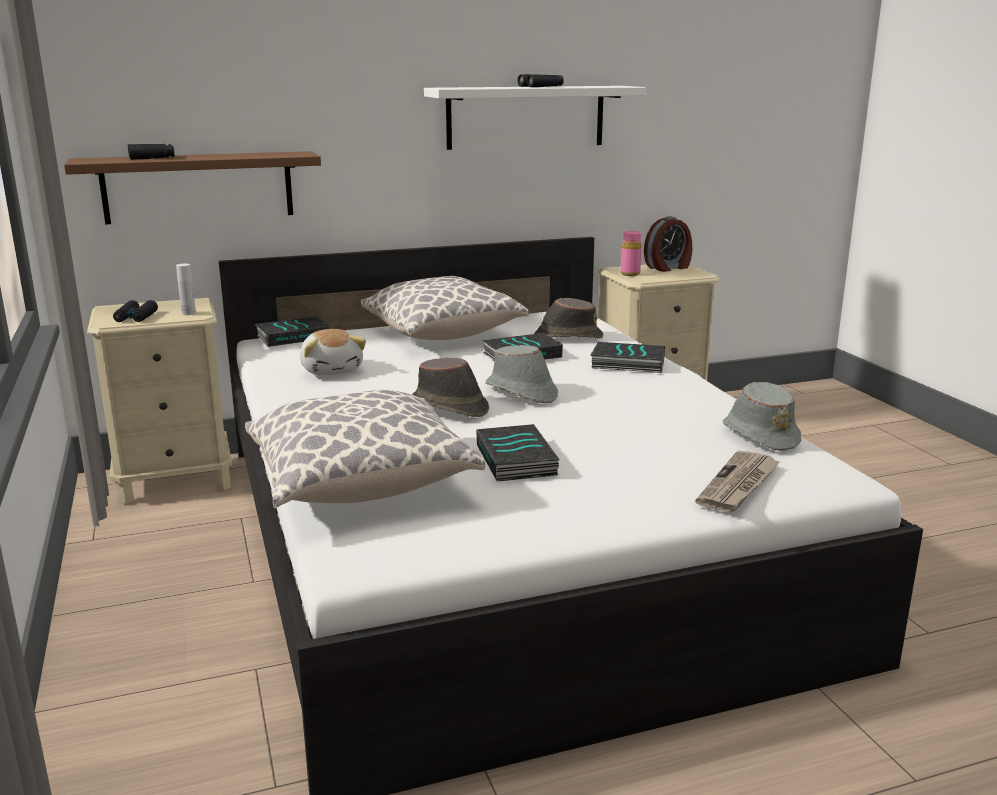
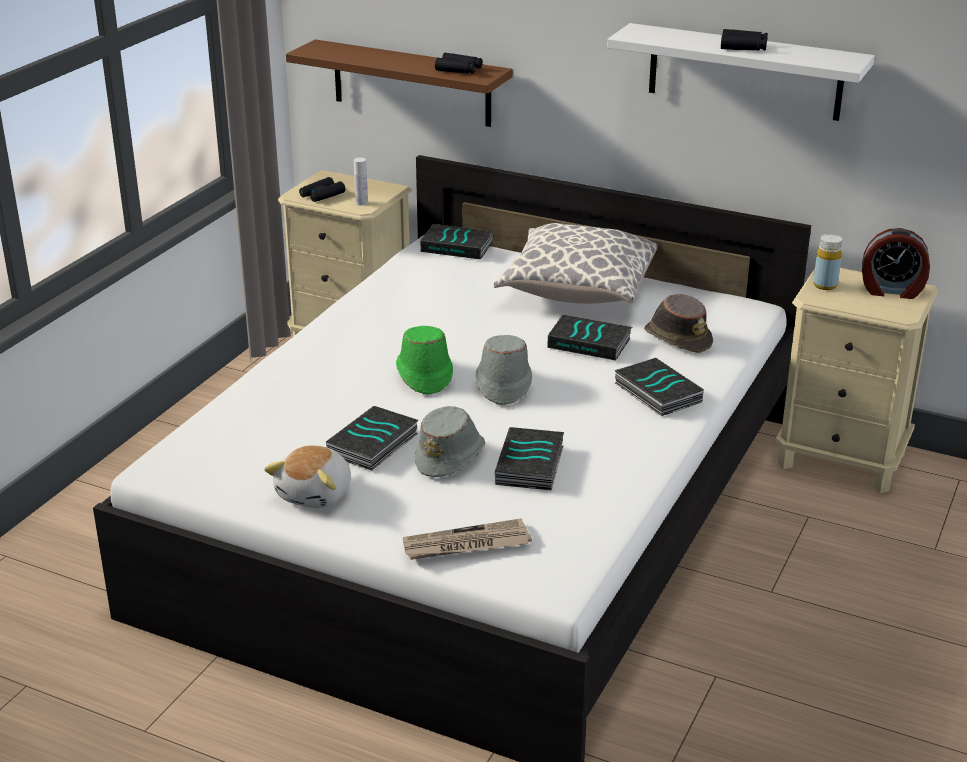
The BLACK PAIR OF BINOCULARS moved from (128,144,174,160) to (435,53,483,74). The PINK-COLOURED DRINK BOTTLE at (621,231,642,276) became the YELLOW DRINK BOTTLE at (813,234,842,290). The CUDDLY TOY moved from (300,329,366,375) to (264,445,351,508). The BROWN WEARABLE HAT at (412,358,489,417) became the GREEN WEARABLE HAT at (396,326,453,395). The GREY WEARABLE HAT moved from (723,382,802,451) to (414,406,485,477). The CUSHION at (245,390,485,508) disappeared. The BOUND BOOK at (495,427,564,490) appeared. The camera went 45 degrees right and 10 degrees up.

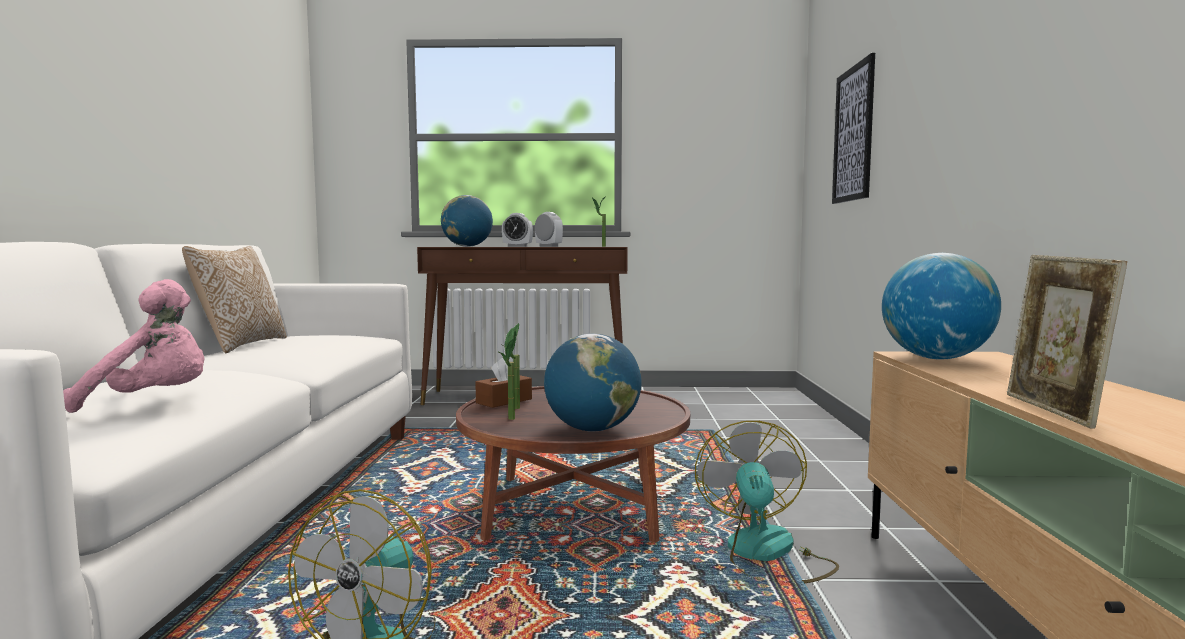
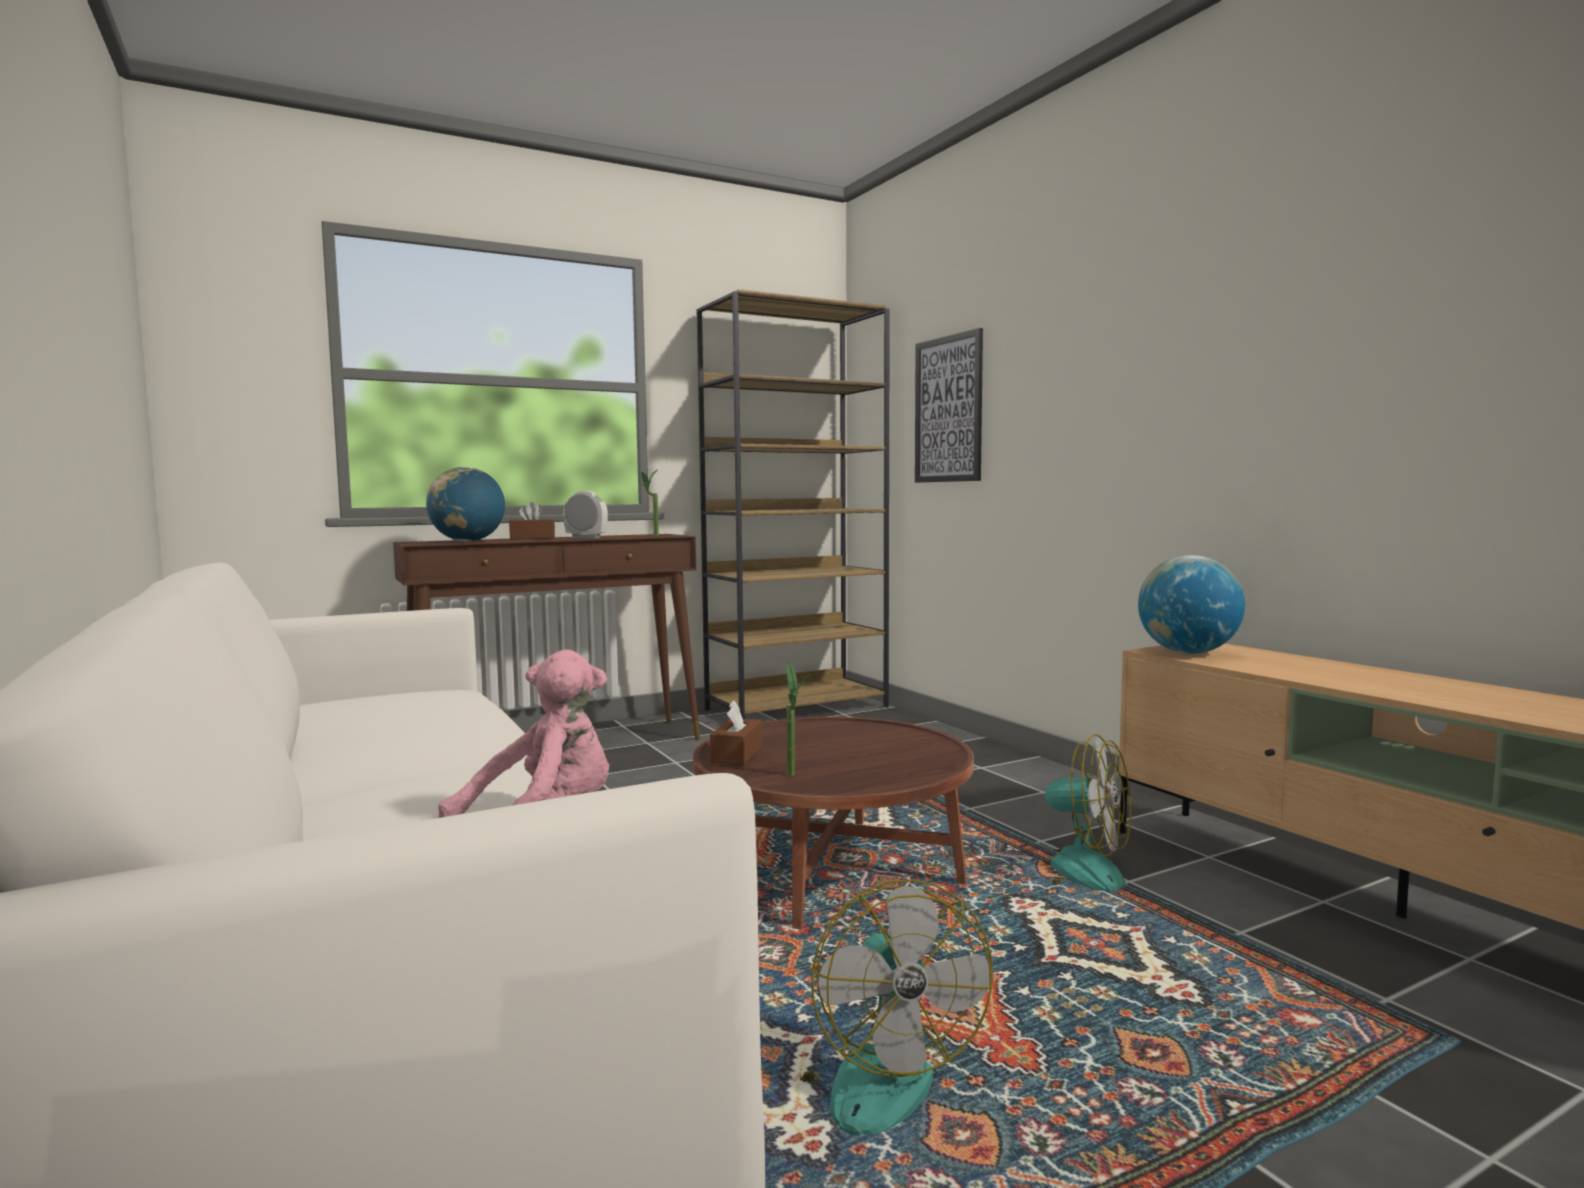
The TABLE CLOCK at (502,213,533,247) was replaced by the BROWN TISSUE BOX at (509,502,555,539). The CUSHION at (182,246,287,353) disappeared. The STANDING FRAME at (1007,255,1127,428) disappeared. The POTTED PLANT at (503,323,520,409) disappeared. The DESK GLOBE at (544,334,642,431) disappeared. The COOLING FAN at (695,421,839,583) turned 150 degrees clockwise. The BROWN BOOKCASE at (697,289,890,719) appeared. The camera went 30 degrees left and 0 degrees up.

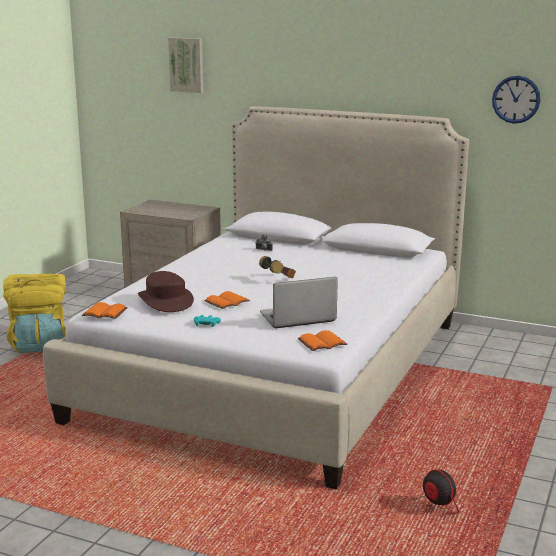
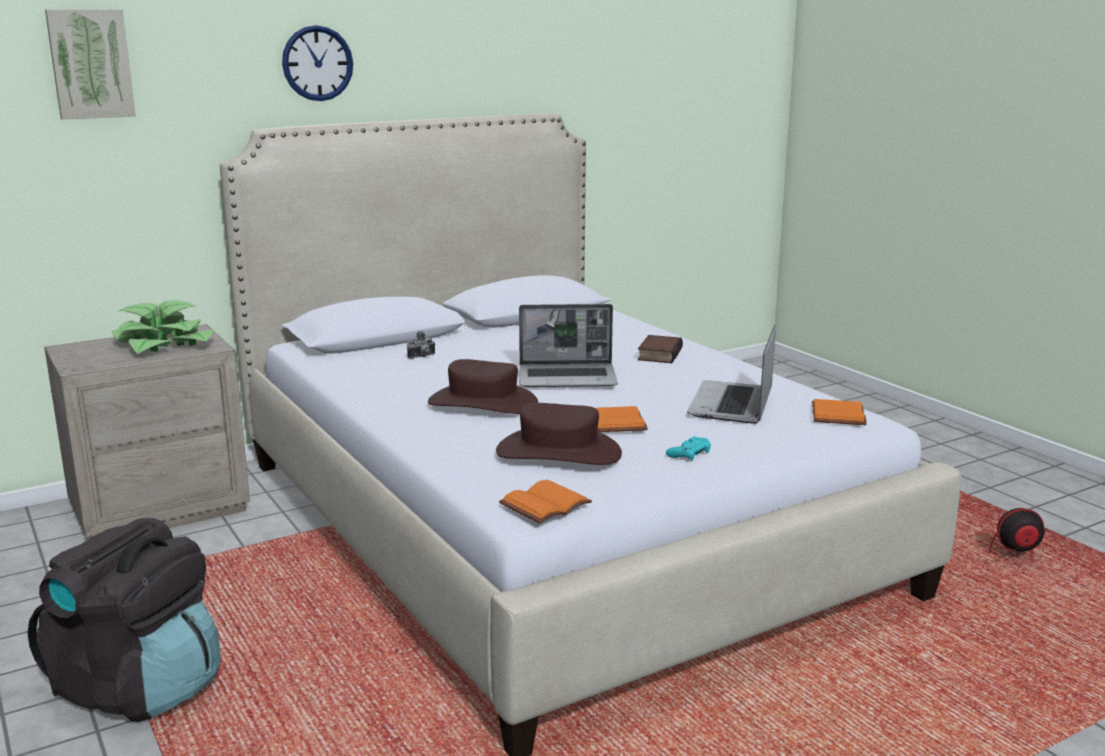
The WALL CLOCK moved from (492,76,540,124) to (282,25,353,101). The HEADPHONES at (259,256,296,278) was replaced by the NOTEBOOK COMPUTER at (519,304,618,387). The YELLOW RUCKSACK at (3,274,66,353) became the BLACK RUCKSACK at (27,518,221,722). The POTTED PLANT at (112,300,214,354) appeared. The BOUND BOOK at (638,335,683,363) appeared. The BROWN WEARABLE HAT at (428,359,538,414) appeared. The camera went 55 degrees left and 0 degrees up.

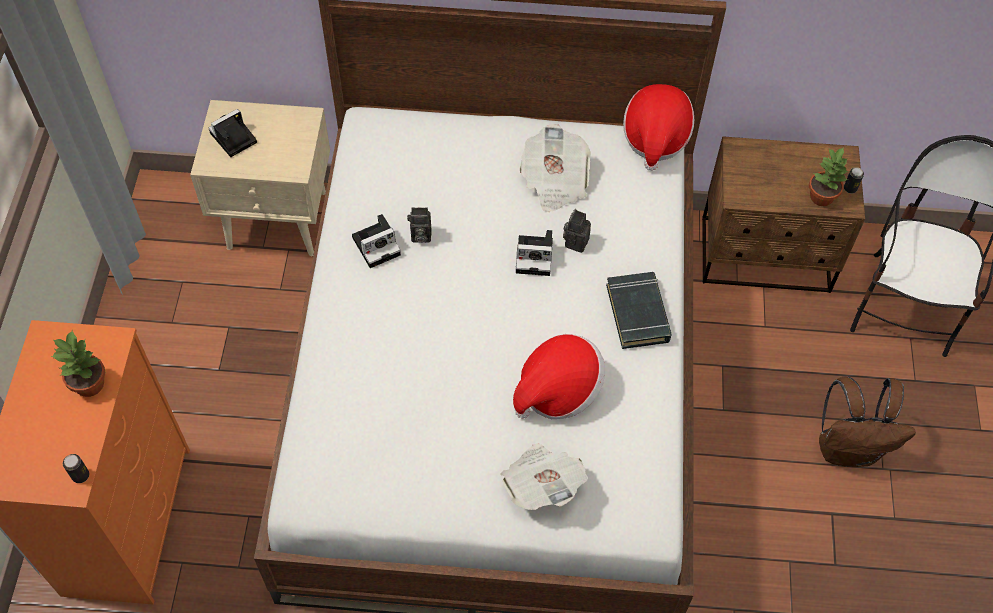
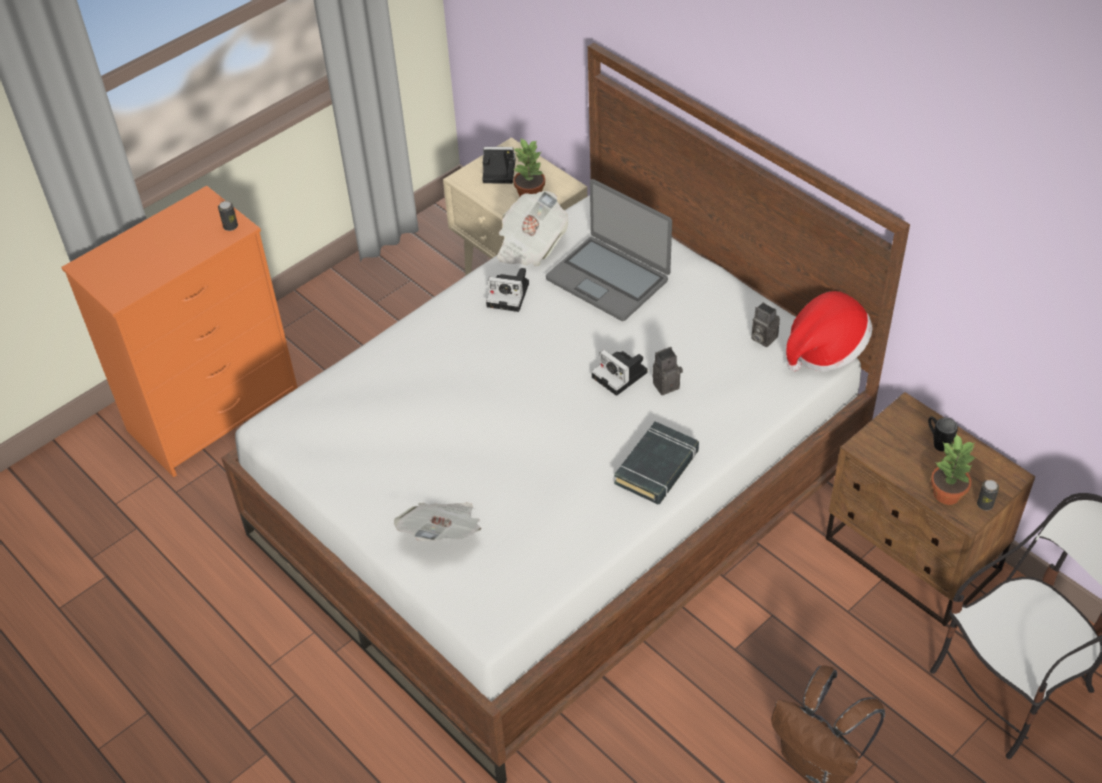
The PRINTED PAPER moved from (519,124,591,212) to (497,191,568,266). The STILL CAMERA moved from (407,207,431,243) to (751,302,780,347). The POTTED PLANT moved from (51,331,105,397) to (513,139,545,196). The WEARABLE HAT at (513,334,605,419) disappeared. The METAL CAN moved from (63,454,89,483) to (218,201,238,231). The NOTEBOOK COMPUTER at (546,179,672,321) appeared. The BLACK TEA MUG at (928,416,958,451) appeared. The camera went 45 degrees right and 10 degrees down.

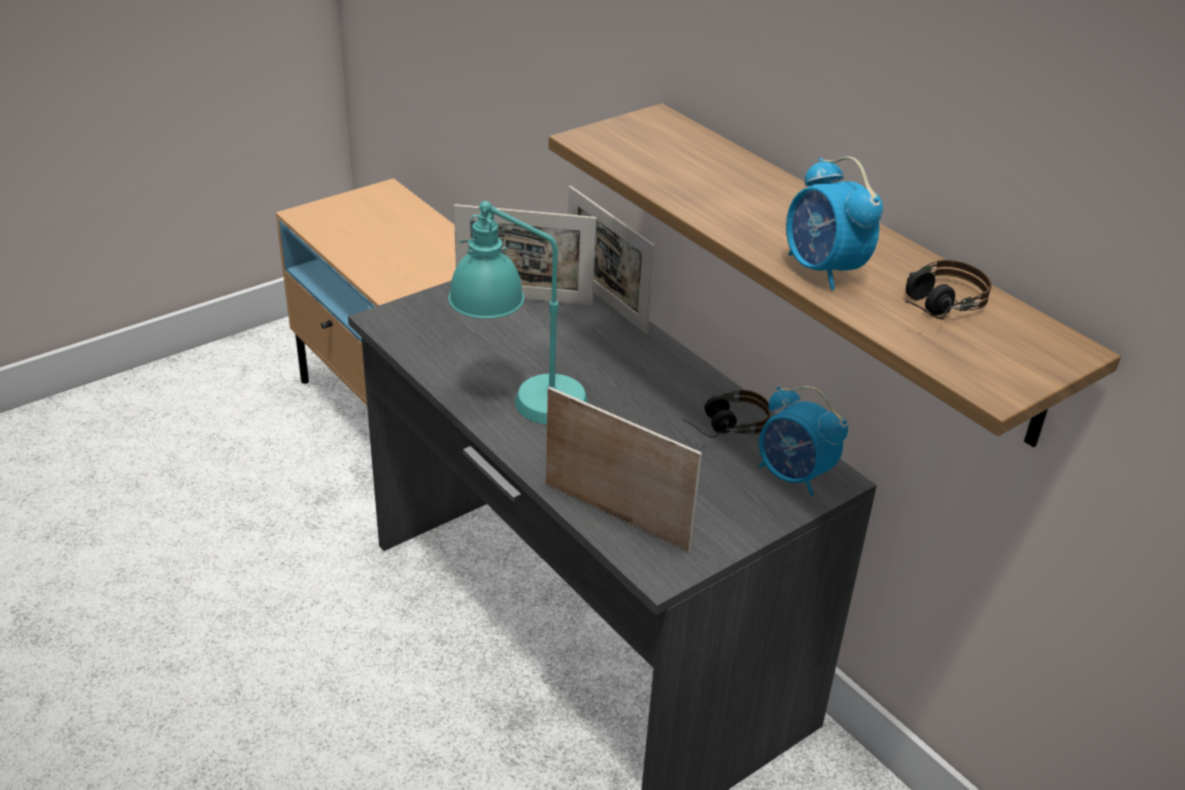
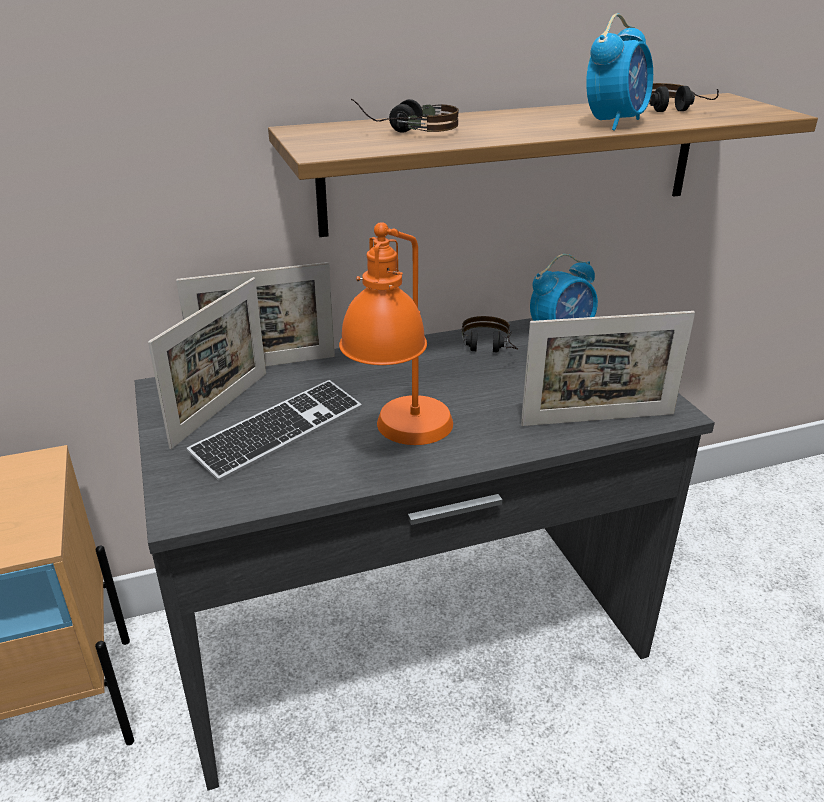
The TABLE CLOCK at (786,157,883,290) turned 45 degrees counterclockwise. The BLUE-GREEN LAMP FOR A TABLE at (448,201,588,425) became the ORANGEY LAMP FOR A TABLE at (339,222,453,445). The STANDING FRAME at (546,386,702,551) turned 150 degrees counterclockwise. The HEADPHONES at (351,99,459,133) appeared. The COMPUTER KEYBOARD at (187,380,361,481) appeared. The camera went 70 degrees left and 5 degrees down.

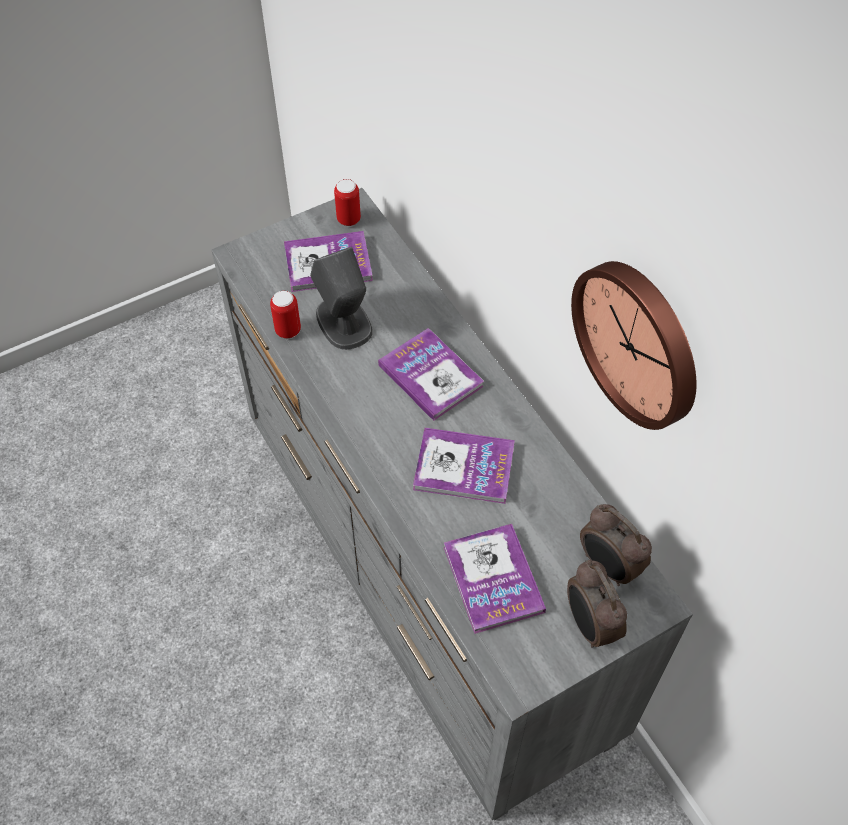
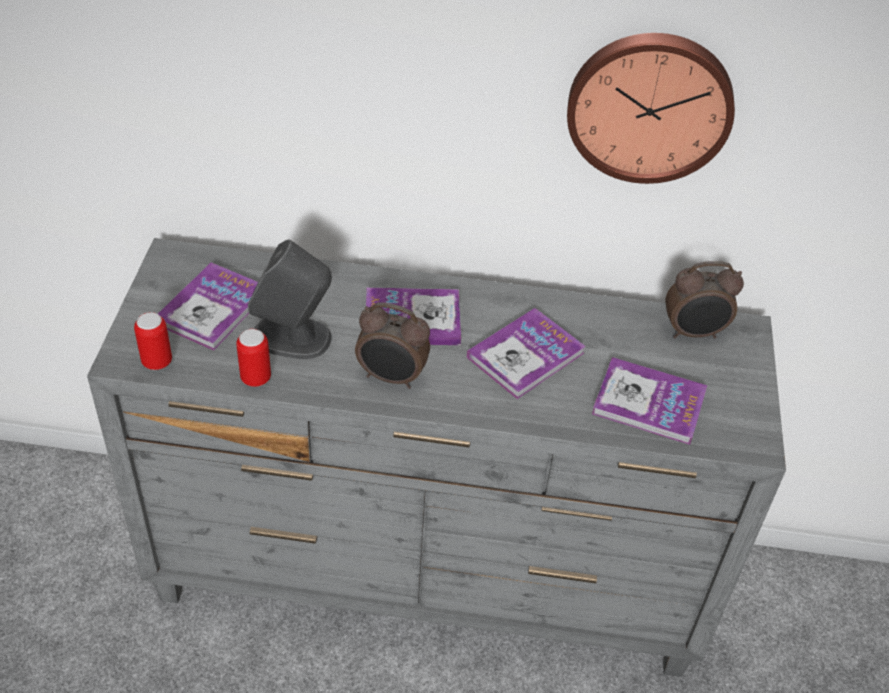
The METAL CAN moved from (334,179,361,226) to (134,312,172,370). The TABLE CLOCK moved from (567,560,627,648) to (355,302,430,389). The camera went 55 degrees left and 10 degrees down.

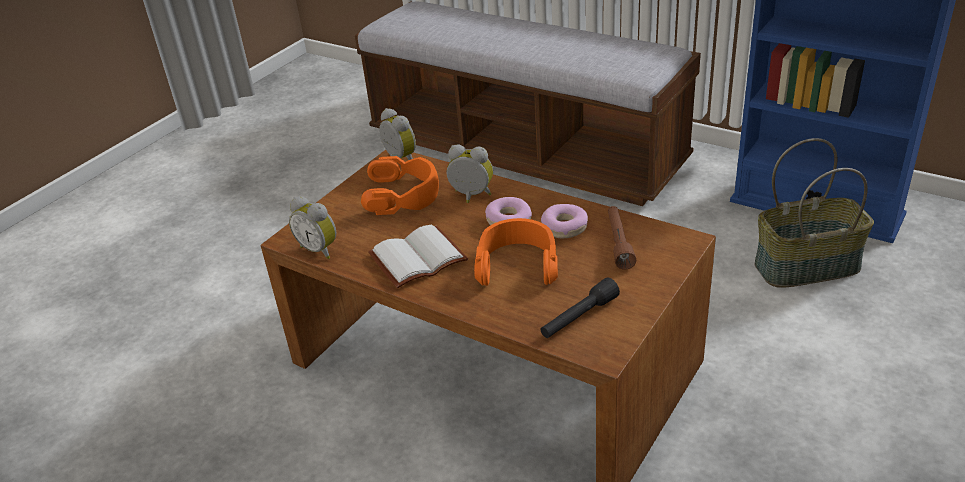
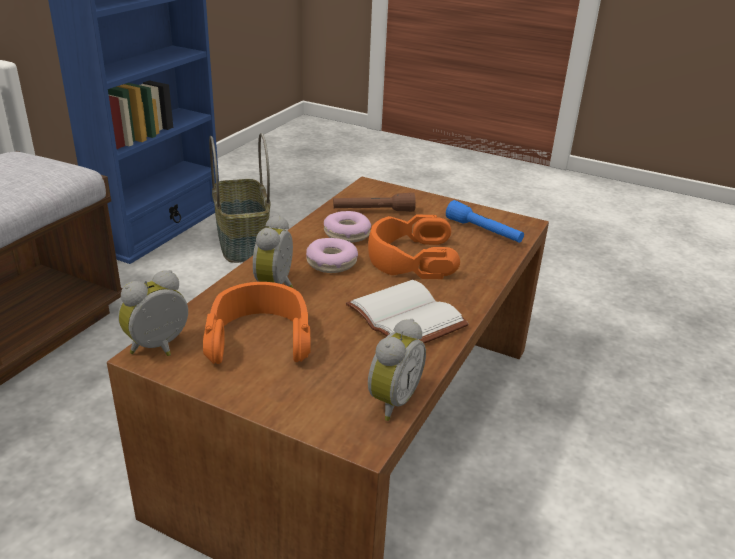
The BLACK TORCH at (541,277,620,338) became the BLUE-COLOURED TORCH at (446,200,524,243). The camera went 100 degrees left and 5 degrees down.

